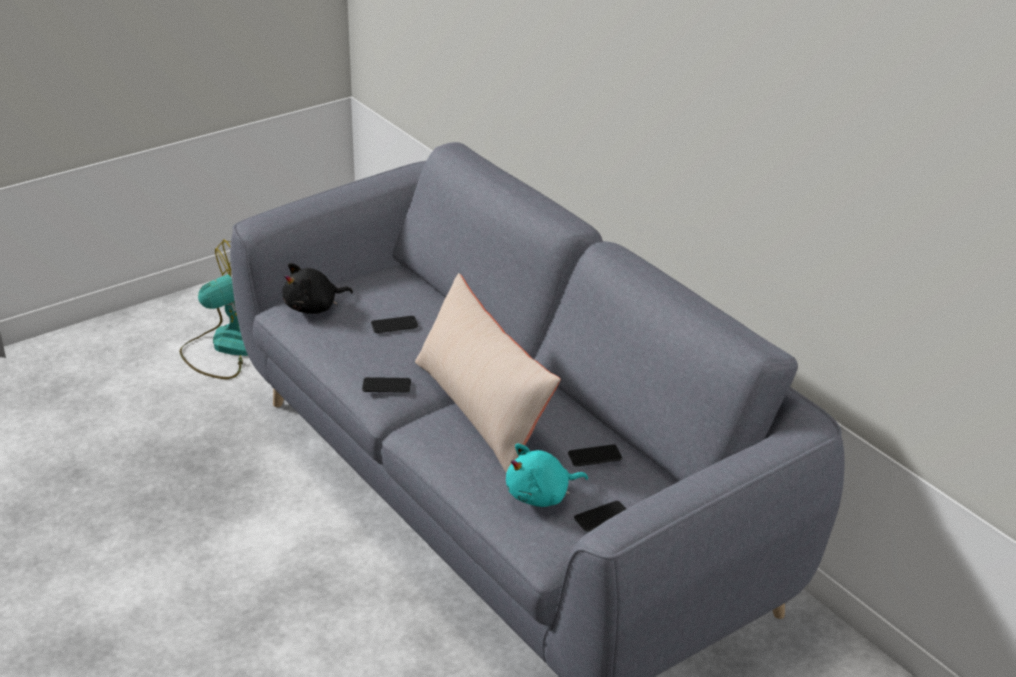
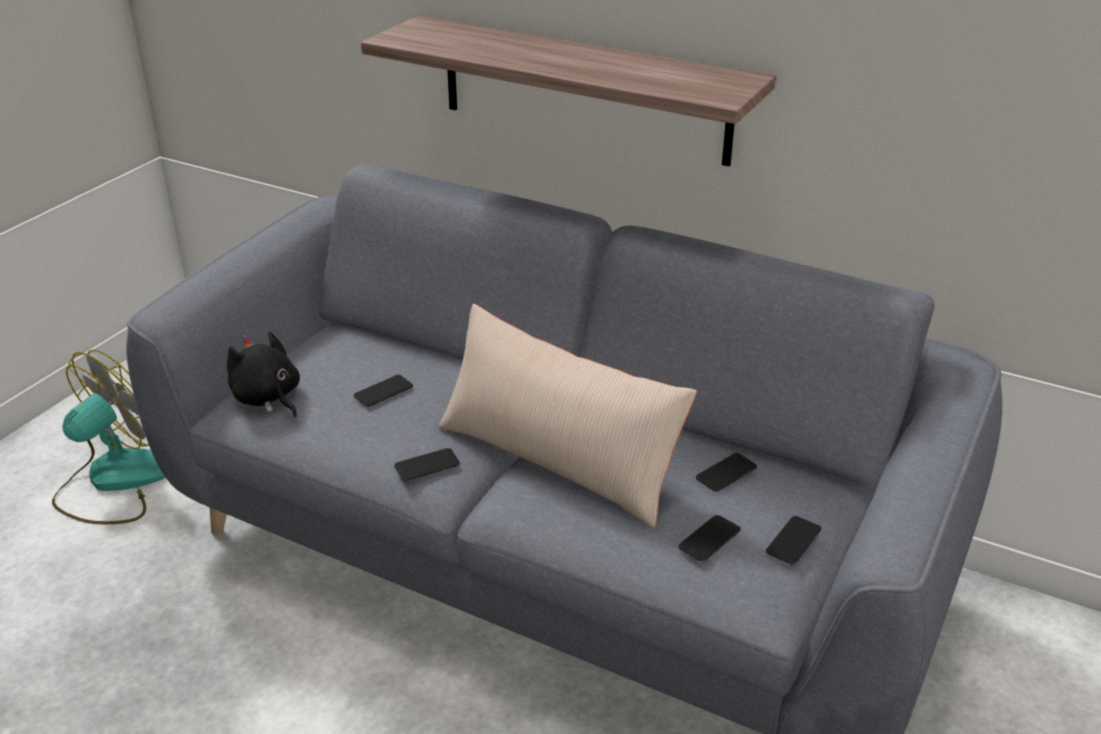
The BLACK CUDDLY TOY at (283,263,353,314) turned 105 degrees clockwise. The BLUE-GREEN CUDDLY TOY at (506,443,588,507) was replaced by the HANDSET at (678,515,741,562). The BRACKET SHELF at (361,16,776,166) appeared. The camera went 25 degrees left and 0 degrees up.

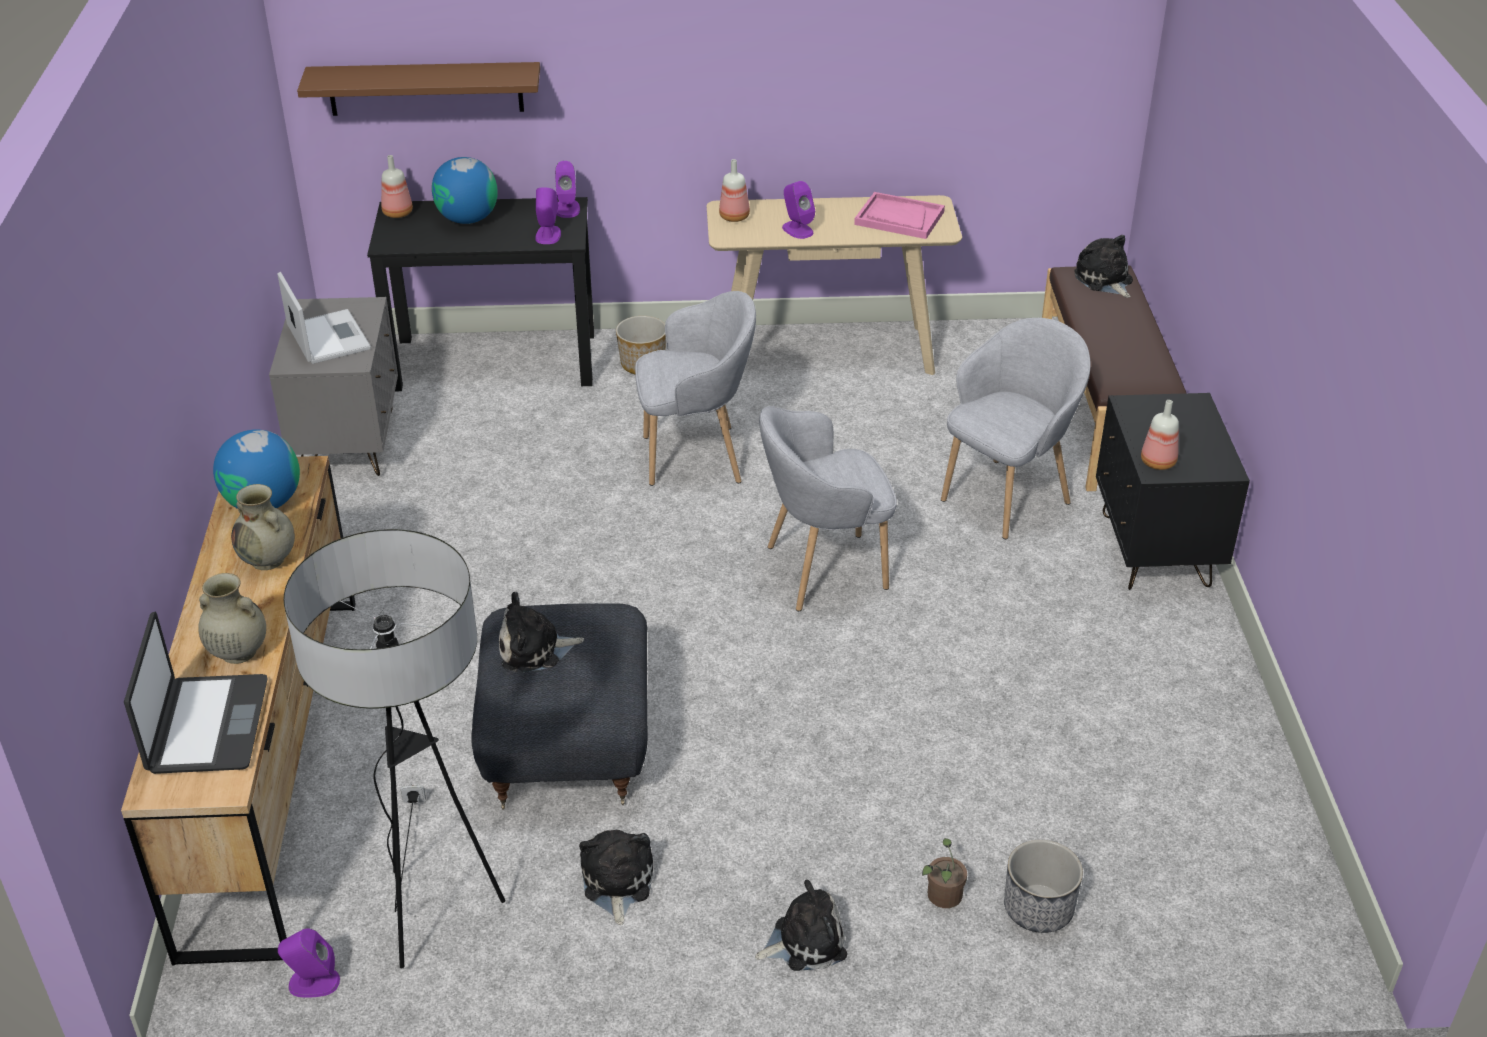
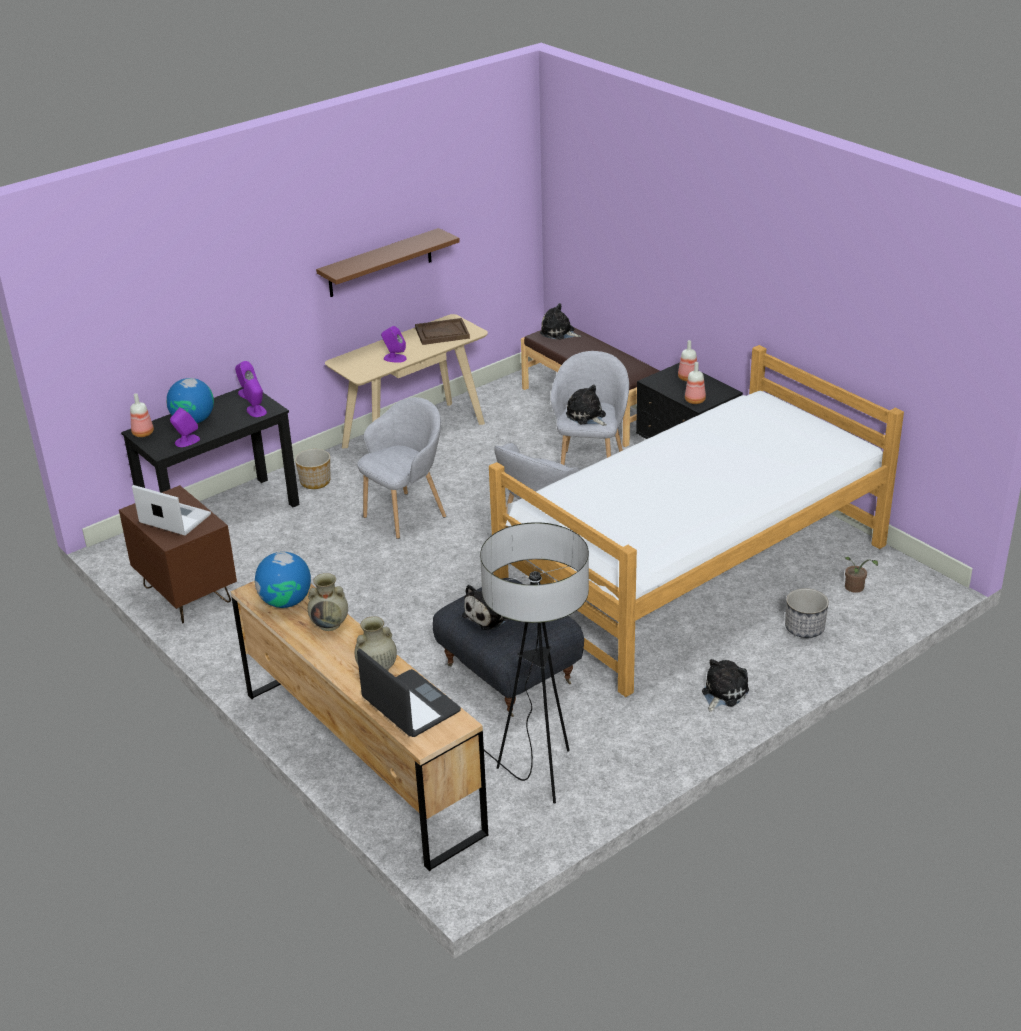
The BROWN BRACKET SHELF moved from (297,62,540,116) to (316,228,460,297). The DRINK BOTTLE moved from (719,159,750,222) to (678,340,697,381). The PINK-COLOURED TRAY at (854,192,945,239) became the BROWN TRAY at (415,318,470,345). The GREY NIGHT TABLE at (269,297,398,476) became the BROWN NIGHT TABLE at (119,485,237,623). The CUDDLY TOY moved from (579,830,653,925) to (566,385,607,426). The POTTED PLANT moved from (922,838,967,908) to (845,557,878,593). The PURPLE LOUDSPEAKER moved from (278,928,340,998) to (170,407,200,447). The SLEEPING BED at (489,345,904,697) appeared. The camera went 35 degrees left and 5 degrees down.

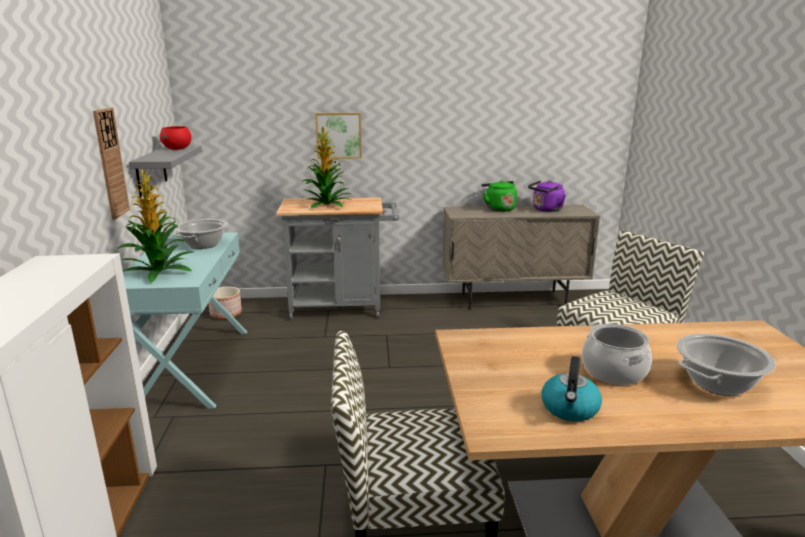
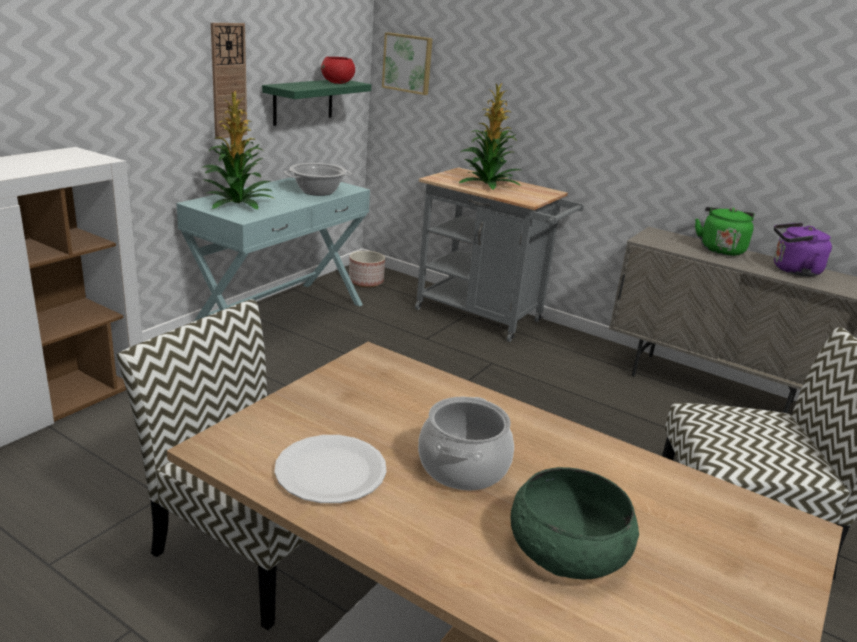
The WALL PICTURE moved from (315,113,362,159) to (382,32,433,95). The GREY BRACKET SHELF at (129,146,202,197) became the GREEN BRACKET SHELF at (262,80,371,126). The STOCKPOT at (677,334,776,396) was replaced by the GREEN SERVING BOWL at (511,467,639,579). The KETTLE at (542,356,602,422) was replaced by the WHITE PLATE at (274,435,387,503). The camera went 35 degrees right and 5 degrees up.

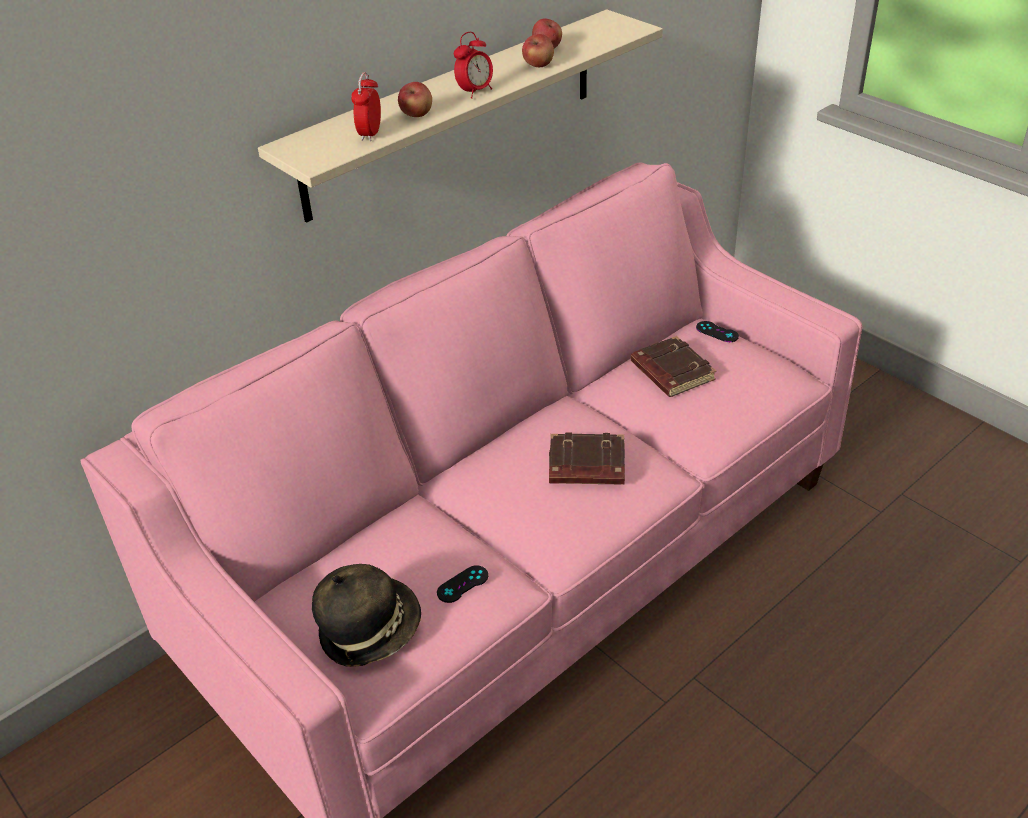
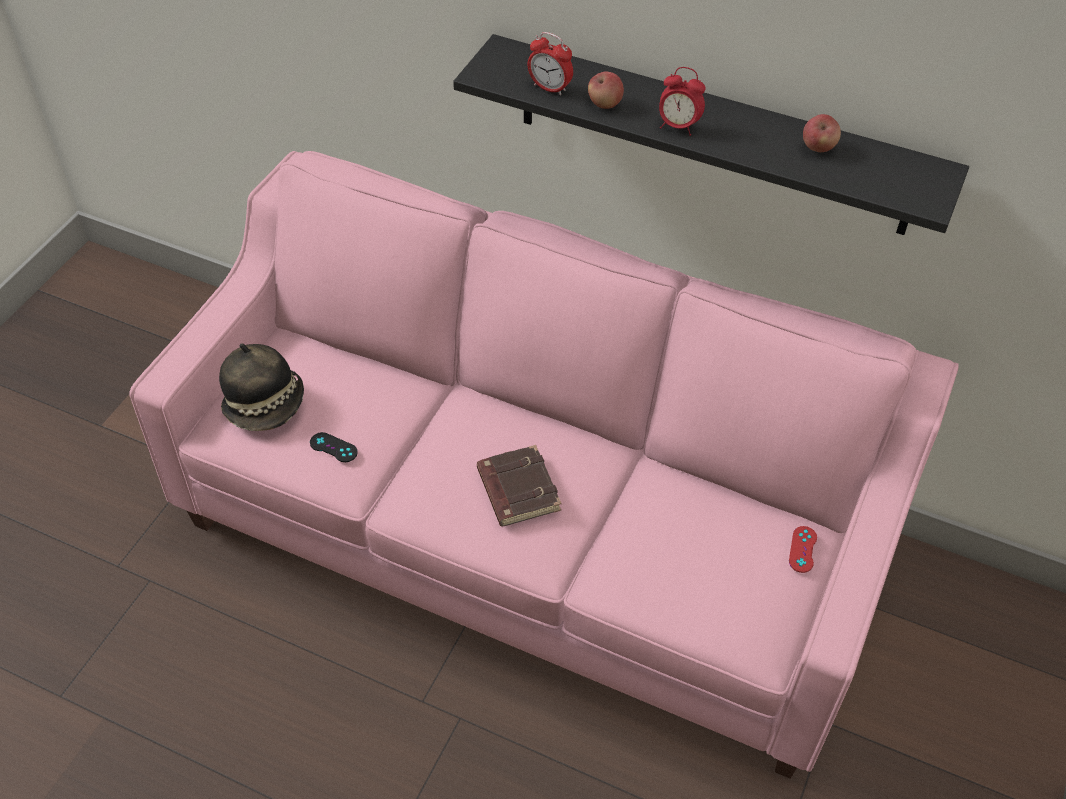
The BEIGE BRACKET SHELF at (258,10,663,223) became the BLACK BRACKET SHELF at (453,34,969,235). The APPLE FRUIT at (522,34,554,67) disappeared. The TABLE CLOCK at (351,72,381,141) turned 135 degrees counterclockwise. The BLACK GAME CONTROLLER at (696,321,739,342) became the REDDISH GAME CONTROLLER at (789,526,817,573). The BROWN BOUND BOOK at (631,336,716,397) disappeared. The camera went 65 degrees right and 10 degrees up.

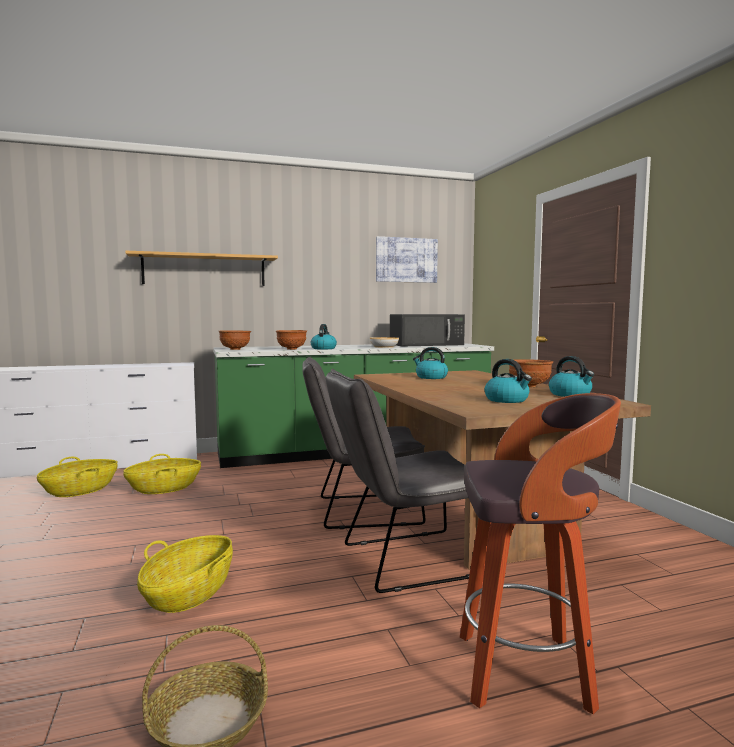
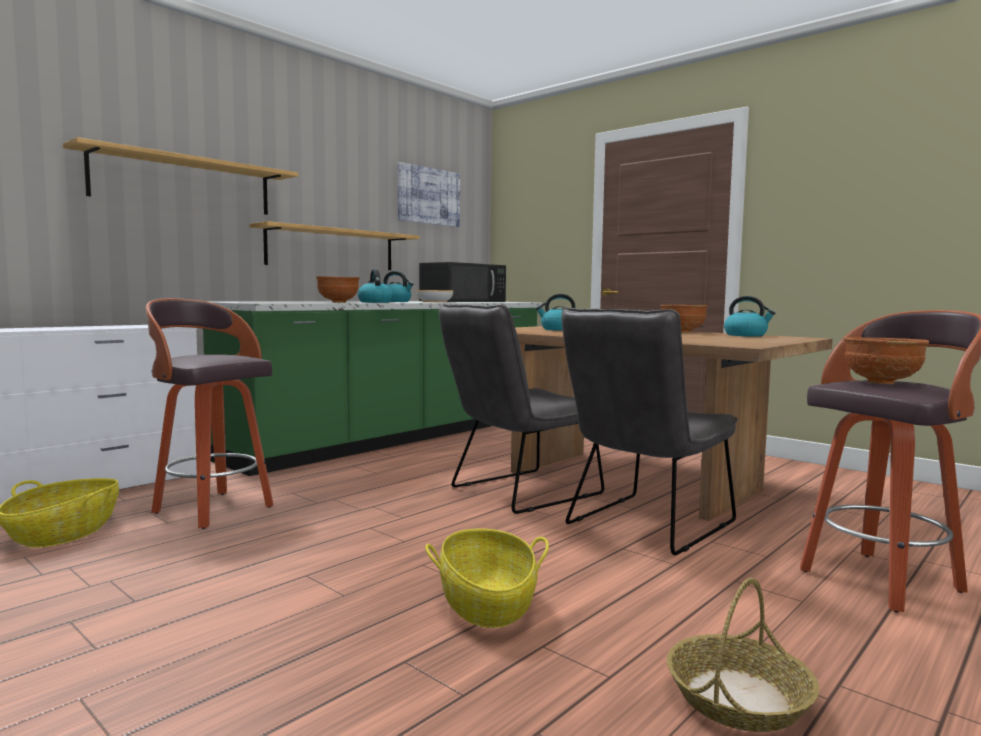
The BROWN SERVING BOWL moved from (218,330,251,350) to (843,337,929,384). The KETTLE moved from (484,359,532,403) to (383,271,414,302). The BASKET at (123,454,201,494) was replaced by the STOOL SEAT at (146,298,273,529). The BRACKET SHELF at (249,221,420,270) appeared. The camera went 30 degrees left and 0 degrees up.

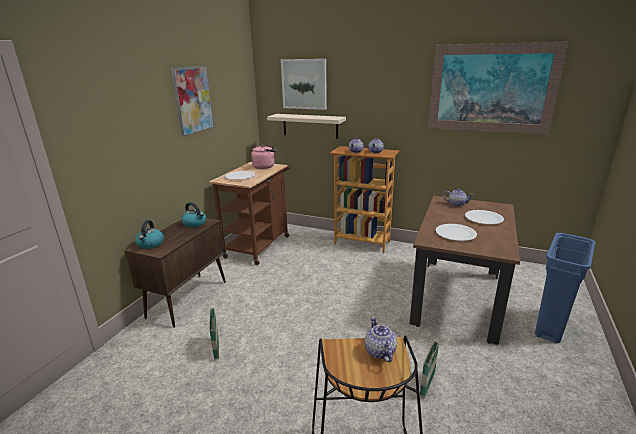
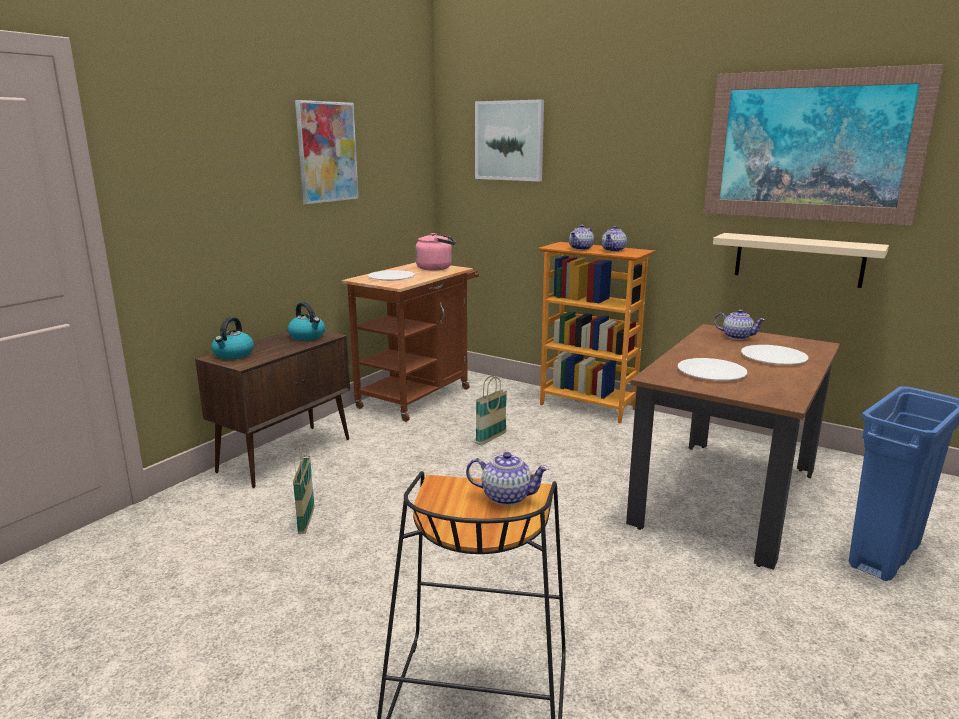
The BEIGE BRACKET SHELF moved from (267,114,346,139) to (713,233,889,288). The TEA POT at (365,317,397,362) turned 105 degrees clockwise. The BASKET moved from (420,334,439,399) to (475,376,507,445). The camera went 10 degrees right and 5 degrees down.

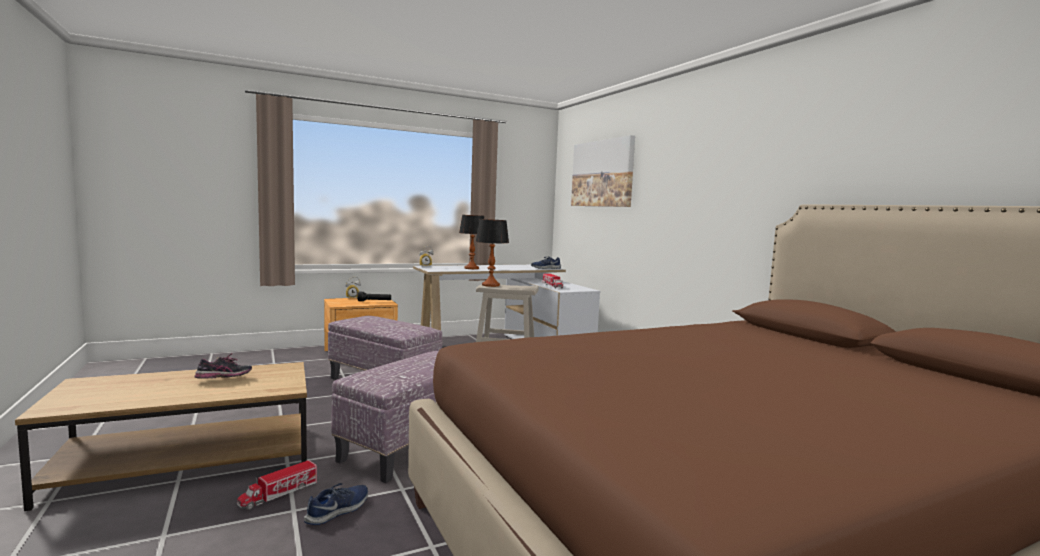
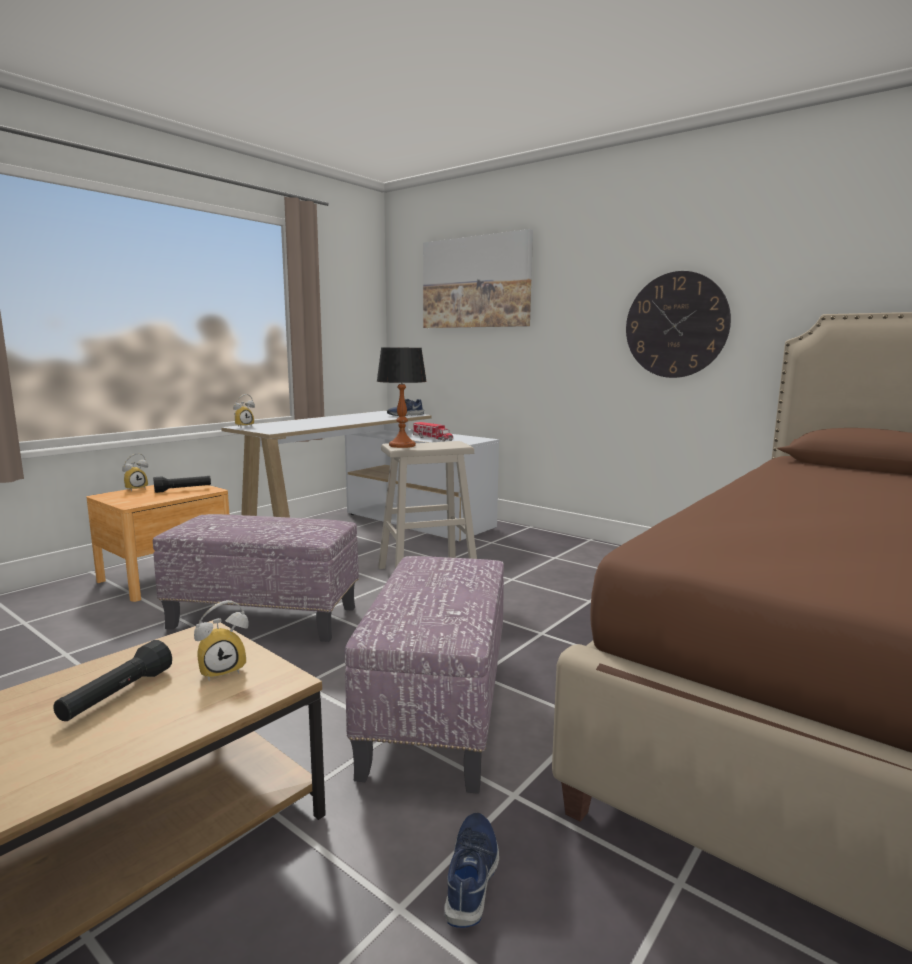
The LAMP FOR A TABLE at (459,215,484,269) disappeared. The LOW SHOE at (195,353,252,379) was replaced by the BLACK TORCH at (53,640,172,721). The TOY TRUCK at (237,460,319,510) disappeared. The WALL CLOCK at (626,271,731,378) appeared. The TABLE CLOCK at (194,600,249,681) appeared. The camera went 25 degrees left and 5 degrees up.

